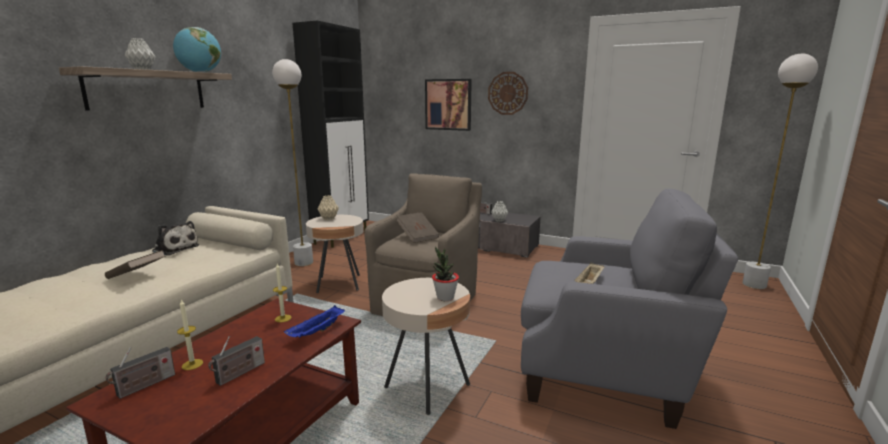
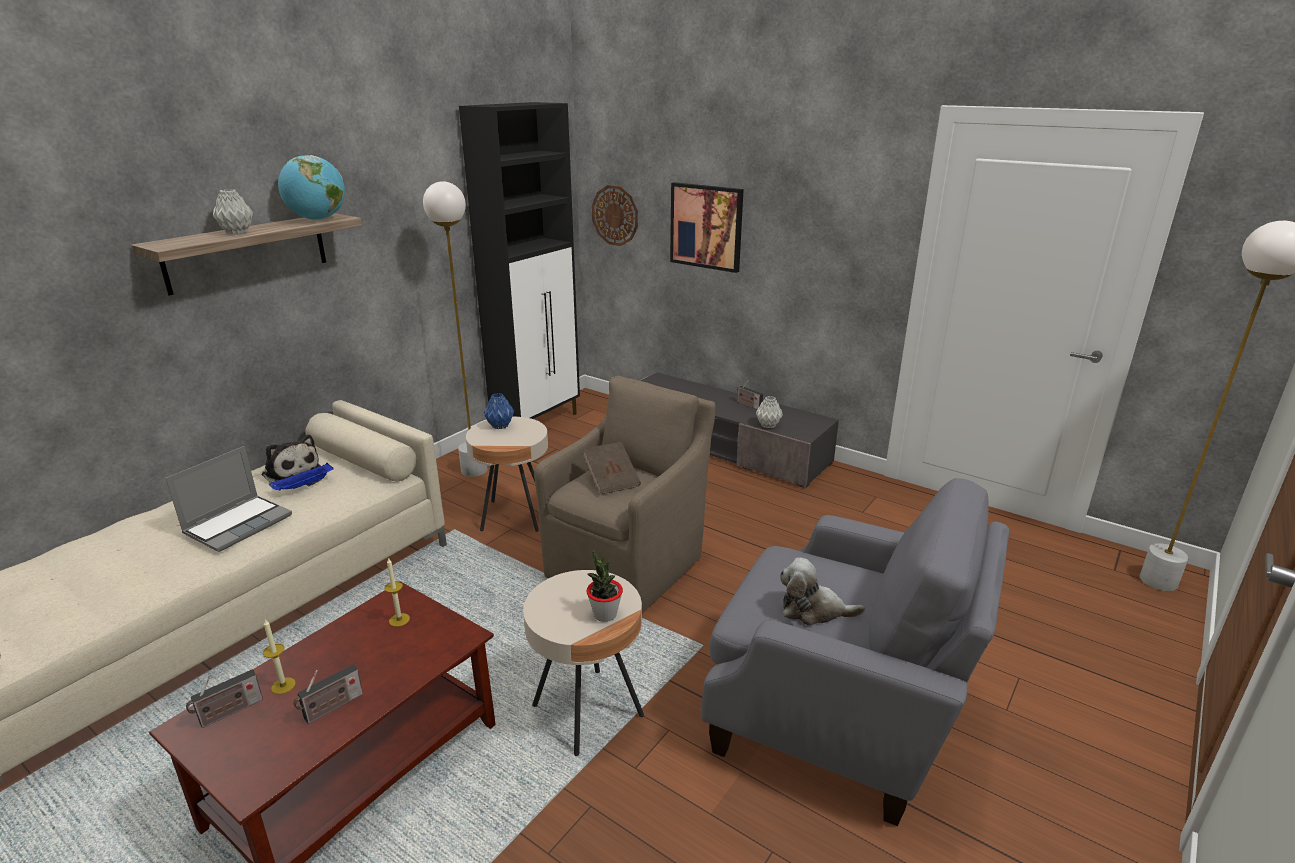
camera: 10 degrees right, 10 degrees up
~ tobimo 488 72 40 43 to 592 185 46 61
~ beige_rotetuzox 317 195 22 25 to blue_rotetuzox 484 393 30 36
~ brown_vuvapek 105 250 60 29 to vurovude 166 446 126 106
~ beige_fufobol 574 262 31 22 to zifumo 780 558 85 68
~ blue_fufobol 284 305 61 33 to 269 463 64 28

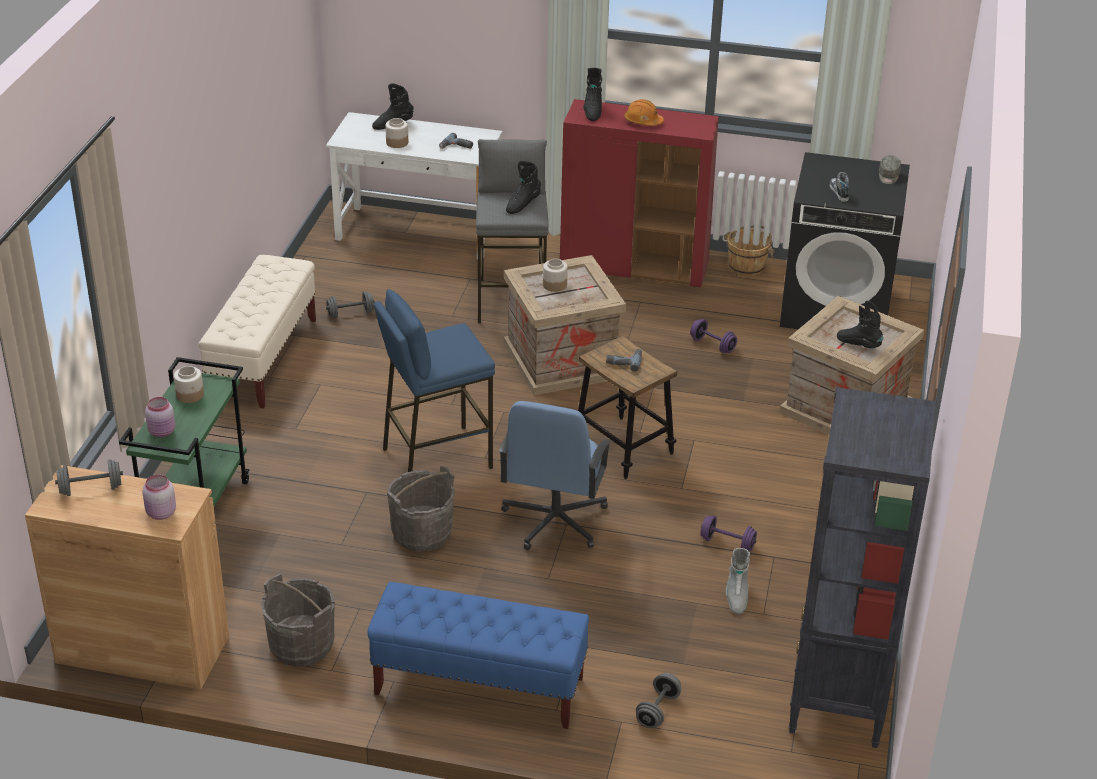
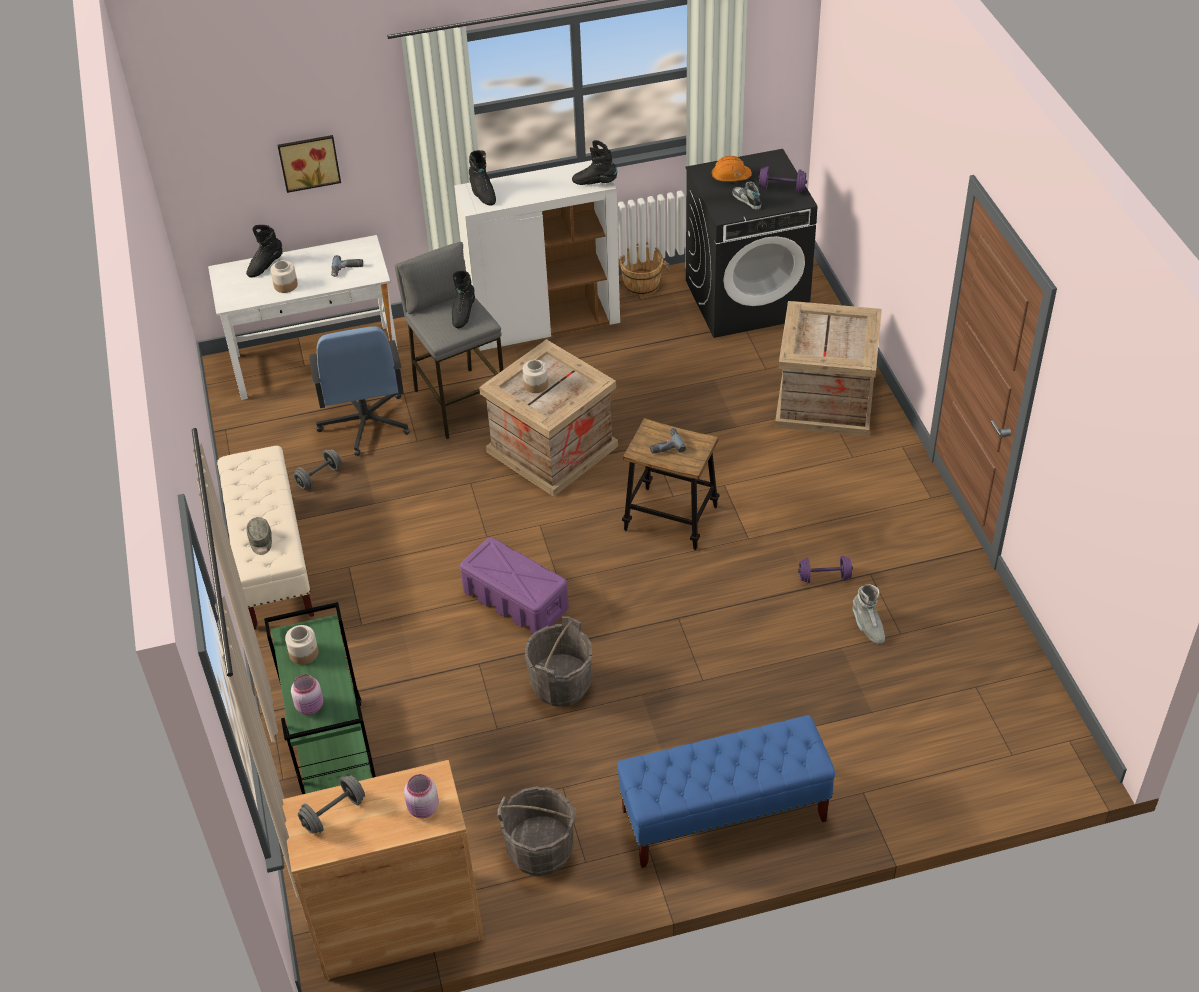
camera: 25 degrees left, 10 degrees up
~ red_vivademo 560 99 159 189 to white_vivademo 454 160 166 191
~ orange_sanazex 624 99 40 27 to 712 156 40 26
~ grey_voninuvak 879 155 22 29 to 247 517 25 38
~ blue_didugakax 374 289 121 183 to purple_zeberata 460 537 109 97
~ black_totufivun 837 301 46 47 to 572 140 46 45
~ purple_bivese 690 319 47 34 to 758 166 49 27
- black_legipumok 789 387 147 361
~ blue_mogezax 499 401 113 149 to 309 326 101 130
- grey_bivese 636 673 45 55
+ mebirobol 277 135 64 58

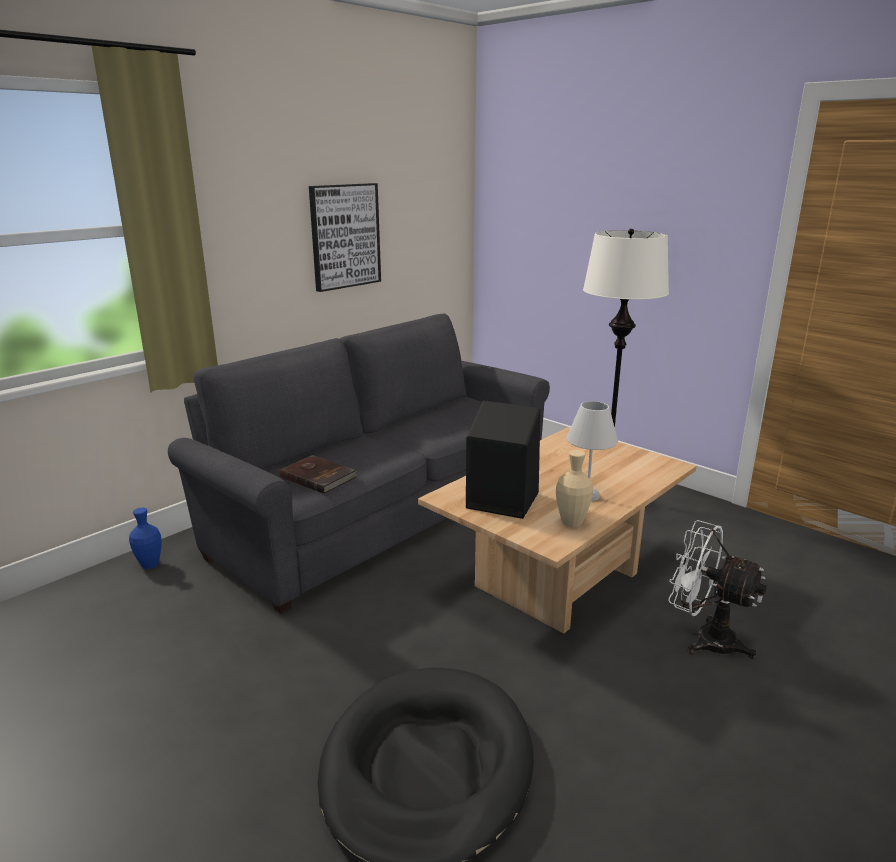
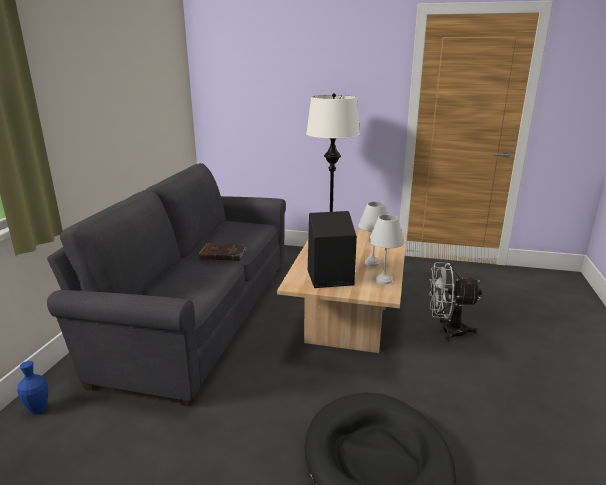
camera: 30 degrees left, 0 degrees up
- mebirobol 309 183 72 109
~ beige_rotetuzox 556 450 37 78 to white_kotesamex 369 214 35 70
~ brown_vuvapek 279 455 78 39 to 198 243 49 18

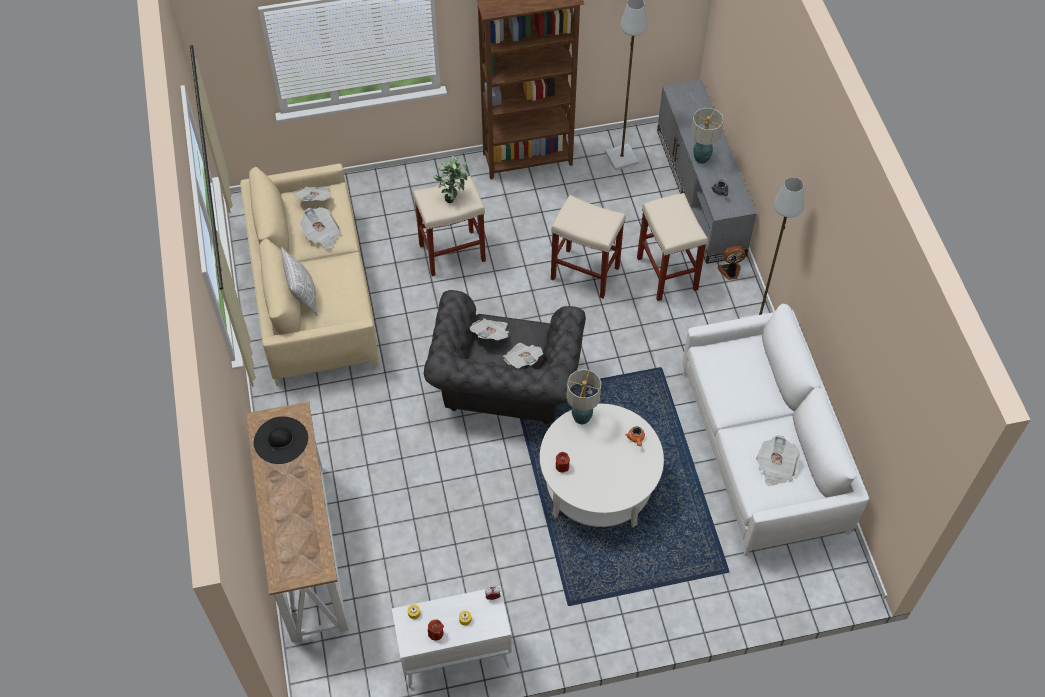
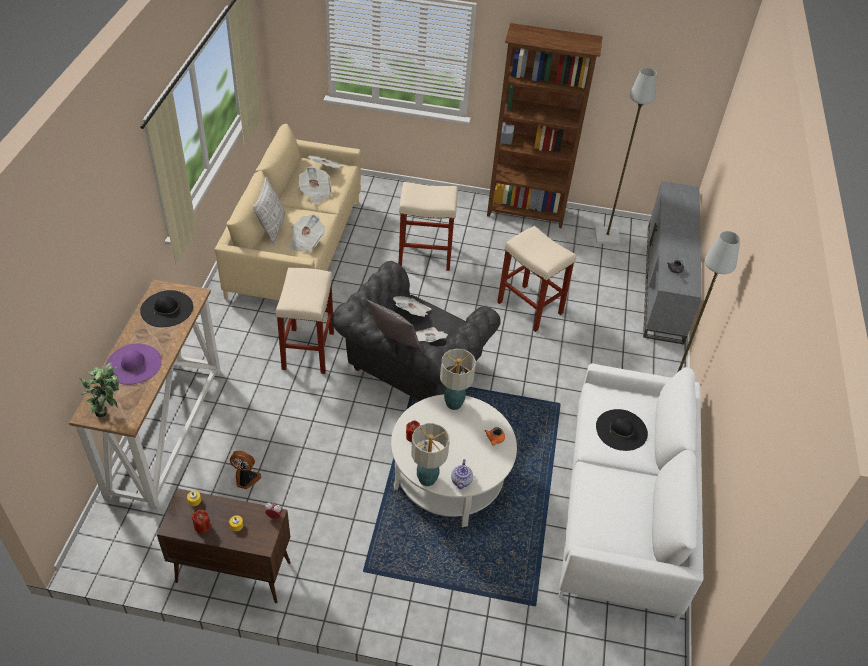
camera: 20 degrees right, 10 degrees down
~ kotesamex 691 108 33 56 to 411 423 39 63
~ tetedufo 433 155 37 48 to 80 362 39 55
~ beige_didugakax 637 193 71 108 to 276 268 58 106
~ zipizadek 718 246 28 34 to 230 451 31 38
~ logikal 756 435 44 51 to 290 215 35 37
~ white_vivademo 392 586 120 103 to brown_vivademo 157 488 134 115
+ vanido 366 299 56 52
+ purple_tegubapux 105 343 57 42
+ black_tegubapux 596 409 52 42
+ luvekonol 451 459 22 31

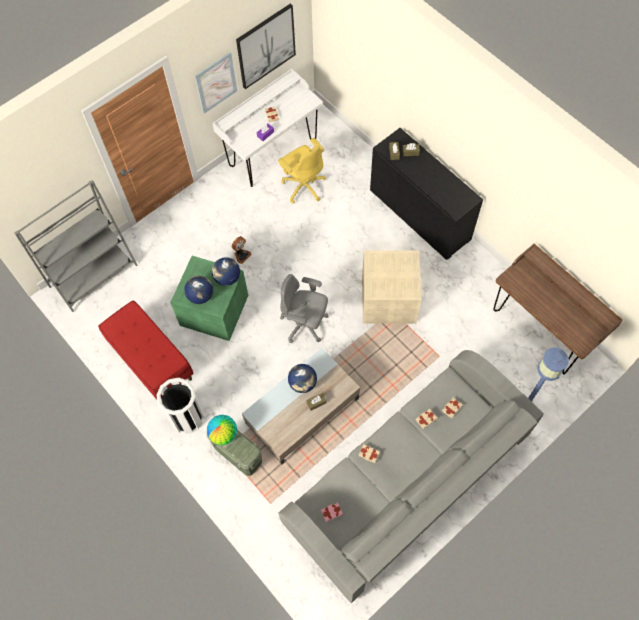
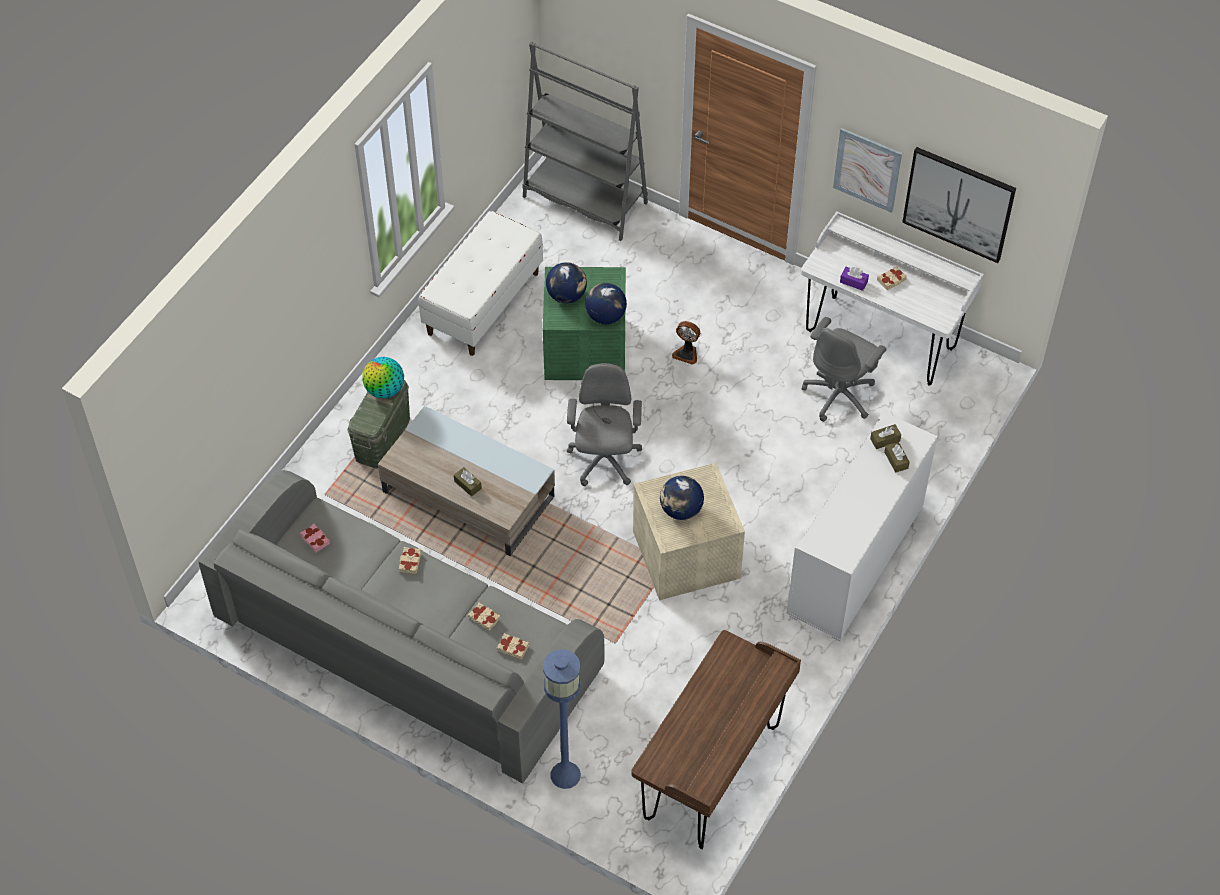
camera: 70 degrees right, 10 degrees down
~ black_vivademo 370 128 113 132 to white_vivademo 787 412 151 229
~ yellow_mogezax 278 138 48 66 to grey_mogezax 802 317 84 105
~ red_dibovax 98 300 96 100 to white_dibovax 419 211 124 145
~ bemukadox 288 364 29 29 to 660 476 44 44
- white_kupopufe 157 377 47 57

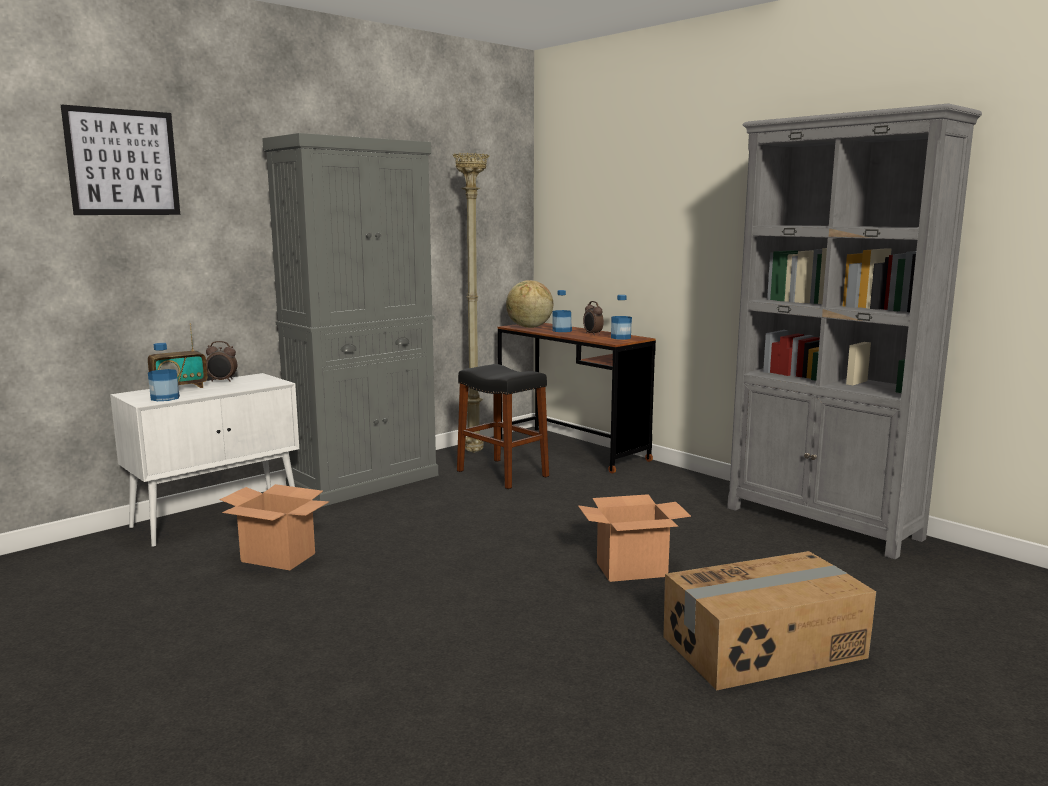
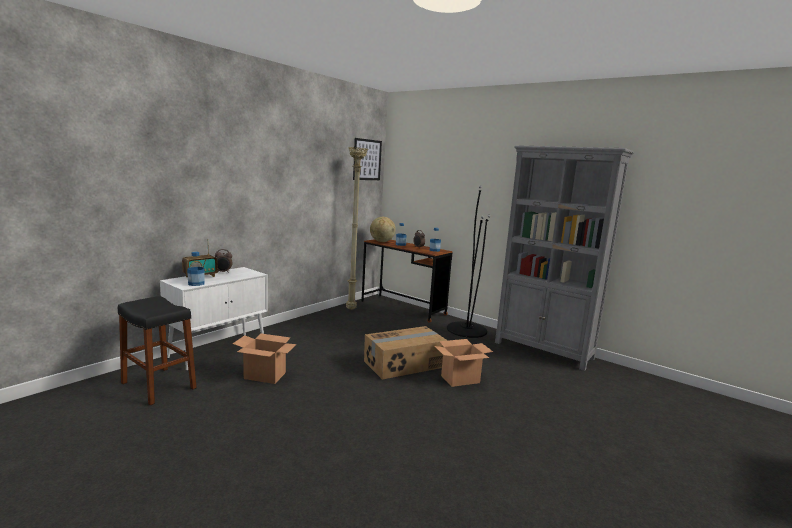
camera: 10 degrees left, 0 degrees up
~ mebirobol 61 104 119 111 to 353 138 29 42
- grey_vivademo 262 133 176 374
~ black_didugakax 457 364 92 125 to 118 296 79 110
~ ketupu 663 551 213 140 to 364 326 84 54
+ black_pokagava 447 185 43 153

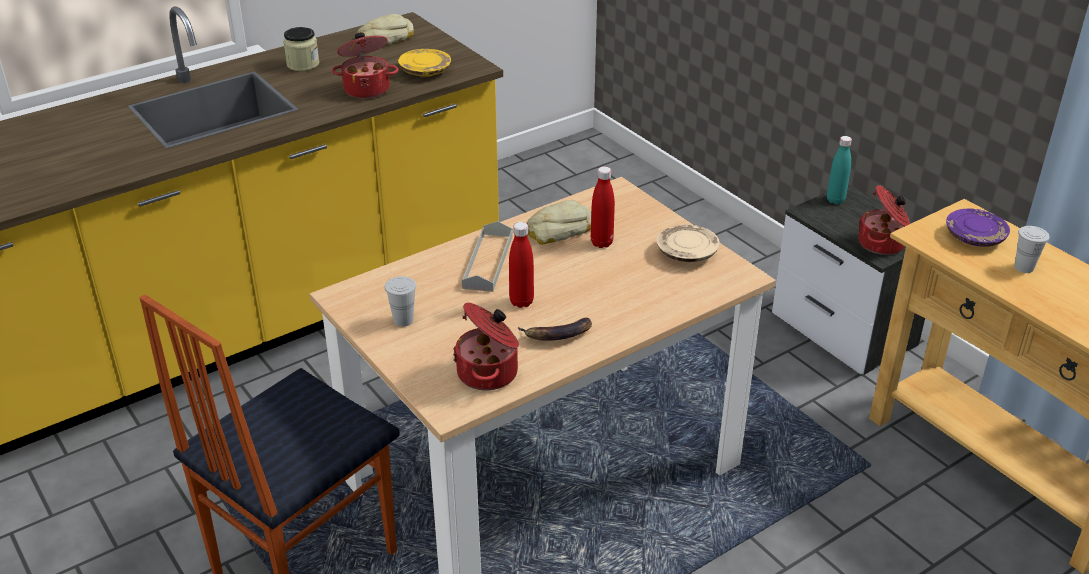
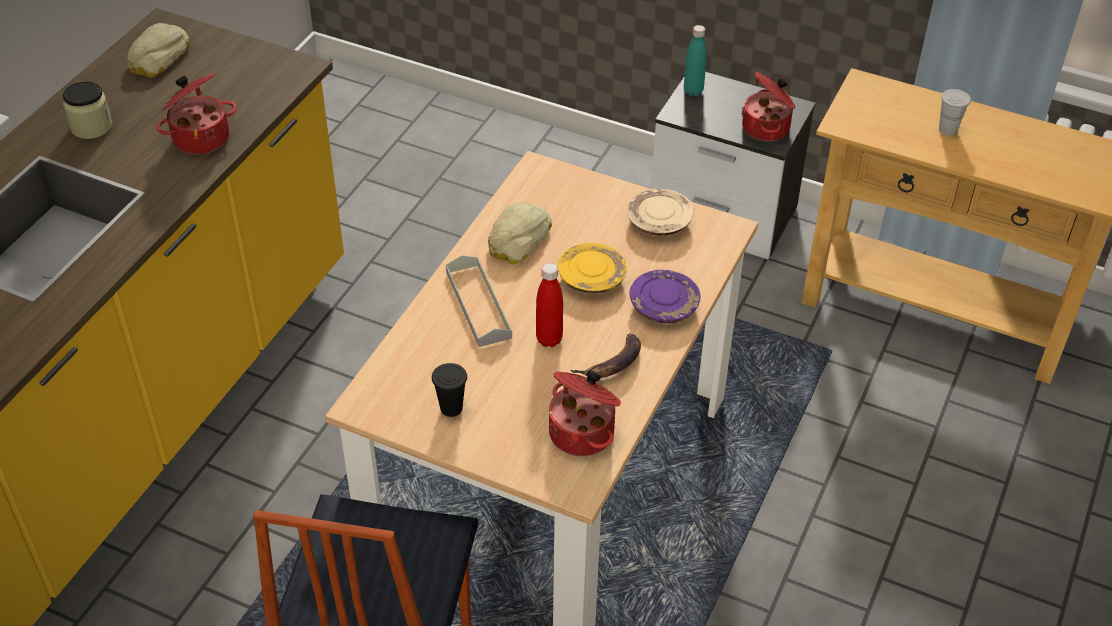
camera: 30 degrees left, 10 degrees up
~ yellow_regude 398 49 53 28 to 557 243 70 51
- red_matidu 591 166 24 82
~ purple_regude 946 209 64 38 to 630 270 70 53
~ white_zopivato 385 276 31 51 to black_zopivato 432 363 35 54

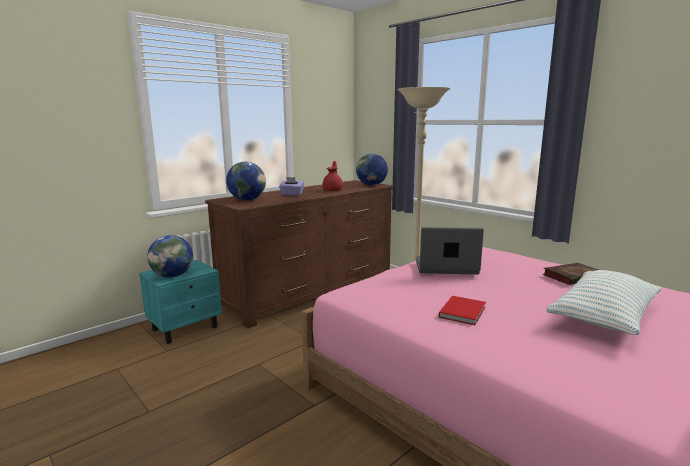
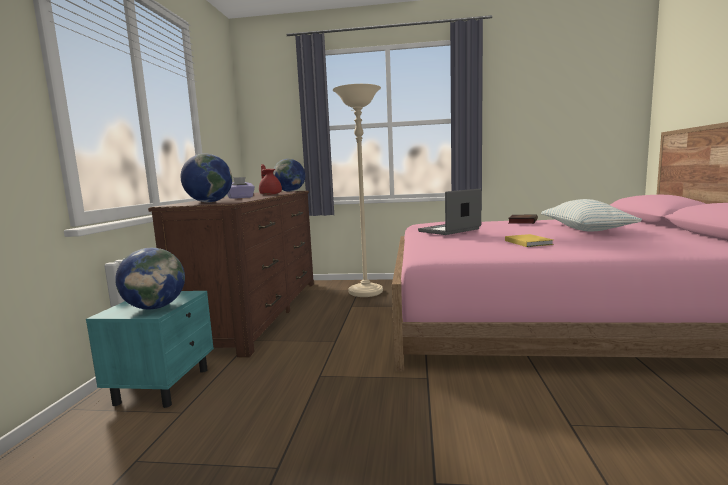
camera: 40 degrees left, 5 degrees down
~ red_vuvapek 439 296 47 29 to yellow_vuvapek 505 234 49 13

